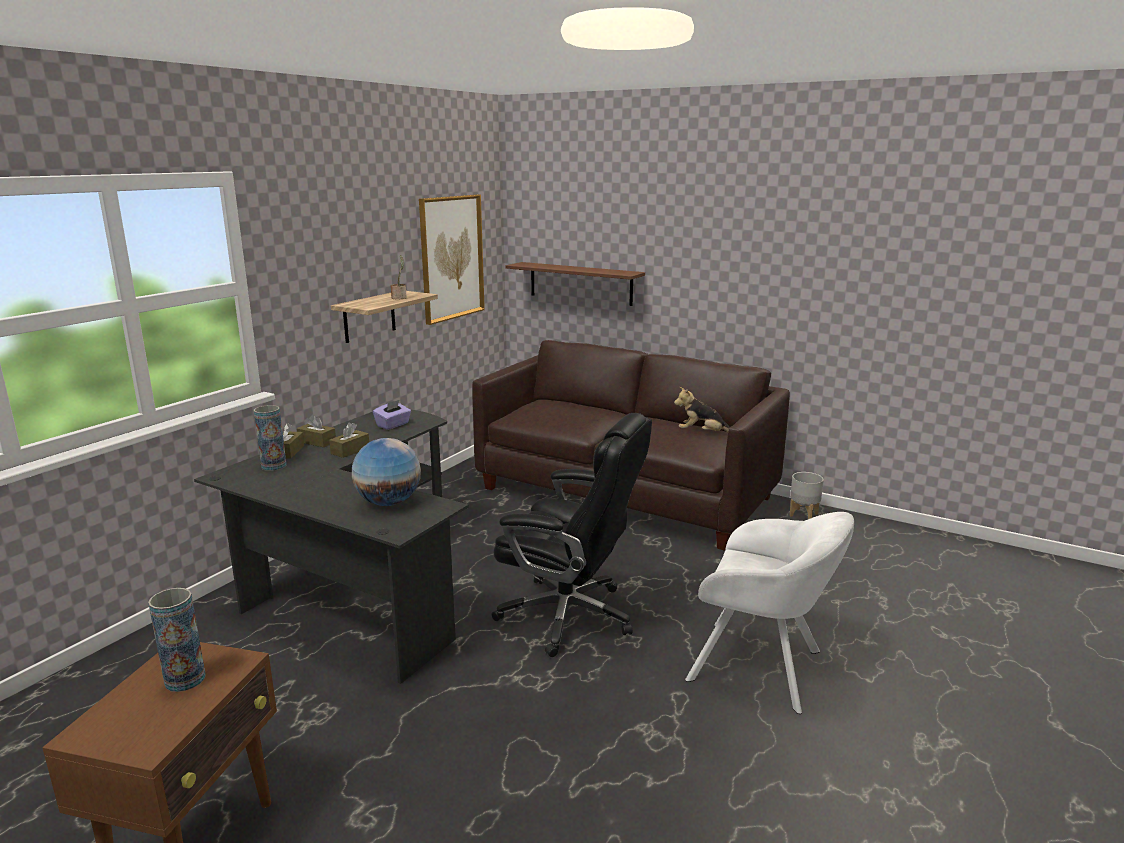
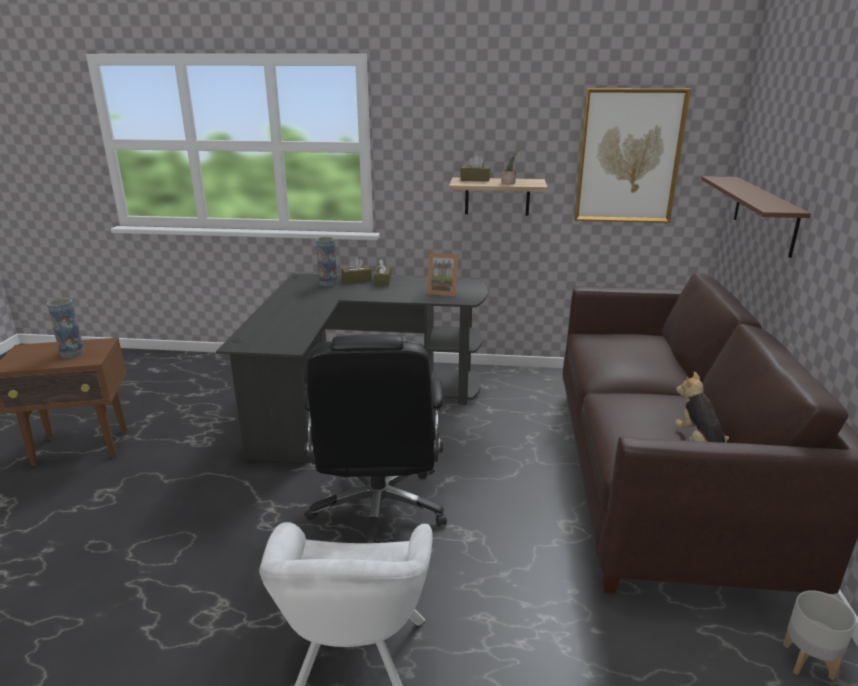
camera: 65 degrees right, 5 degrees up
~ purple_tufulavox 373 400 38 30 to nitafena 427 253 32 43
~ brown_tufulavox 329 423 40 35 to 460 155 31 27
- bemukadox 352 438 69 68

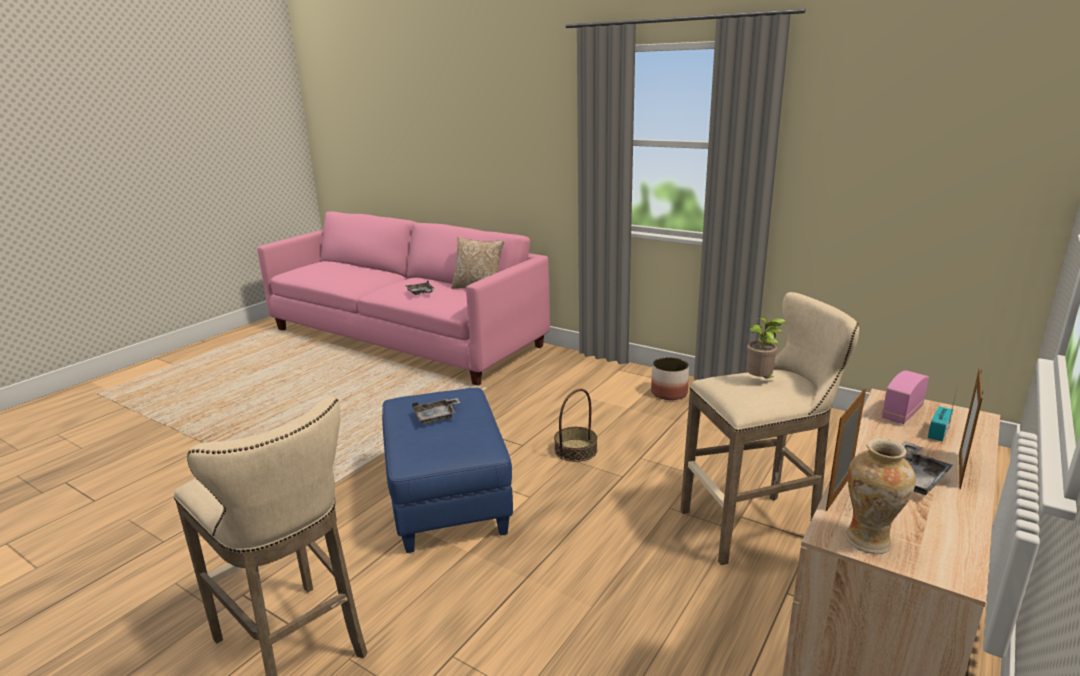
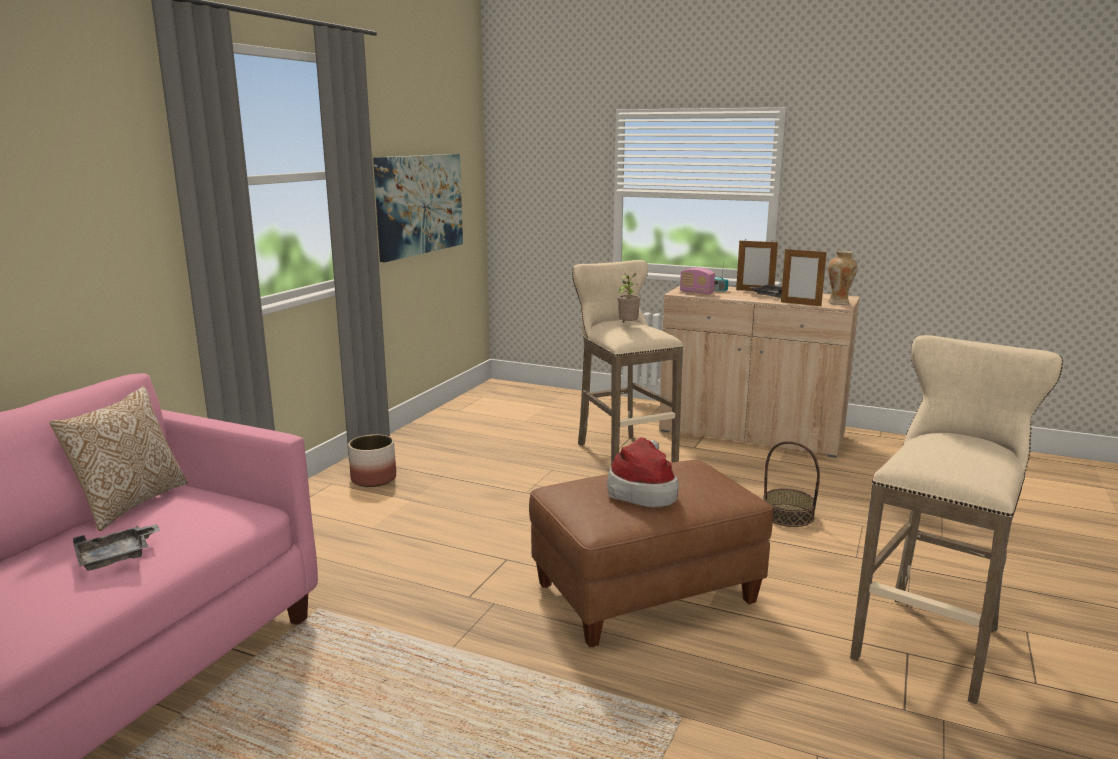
camera: 100 degrees left, 5 degrees down
~ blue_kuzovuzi 382 388 131 165 to brown_kuzovuzi 529 460 244 187
~ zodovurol 554 389 43 73 to 763 441 57 86
~ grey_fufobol 412 398 49 26 to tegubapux 607 437 72 70
+ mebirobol 373 154 90 108

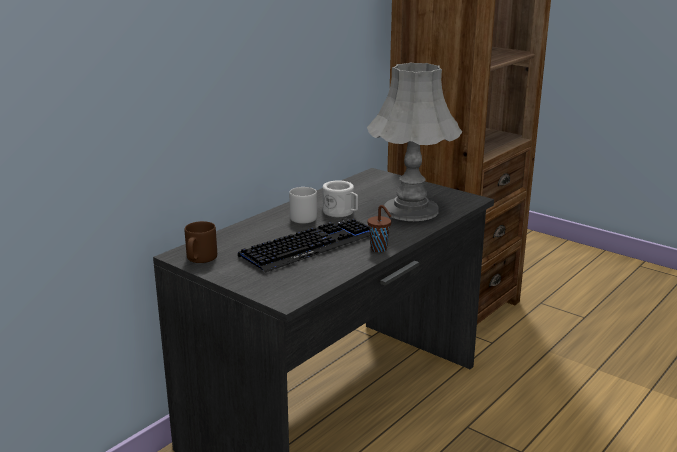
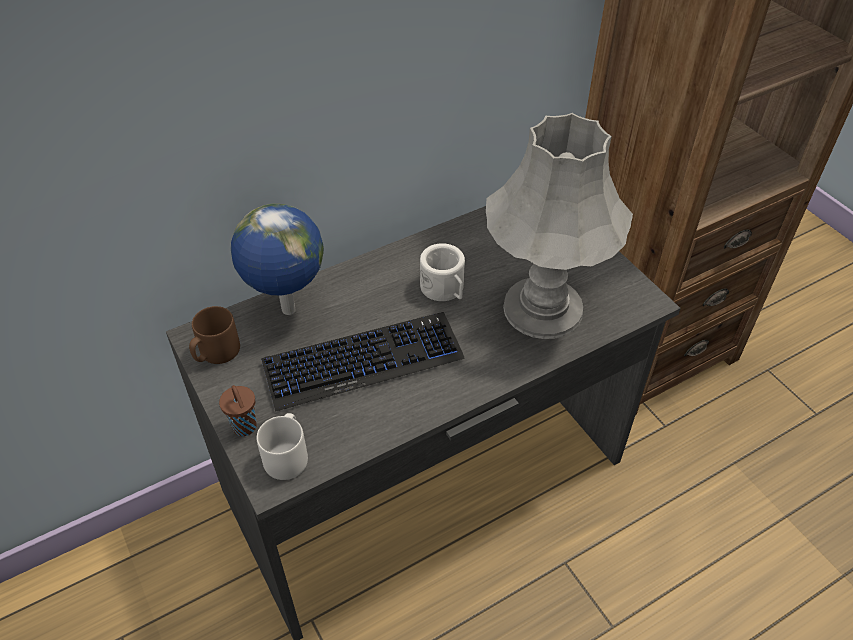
camera: 20 degrees right, 25 degrees up
~ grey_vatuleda 289 187 28 37 to 257 413 51 67
~ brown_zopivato 368 205 23 47 to 219 385 38 51
+ bemukadox 230 204 94 111

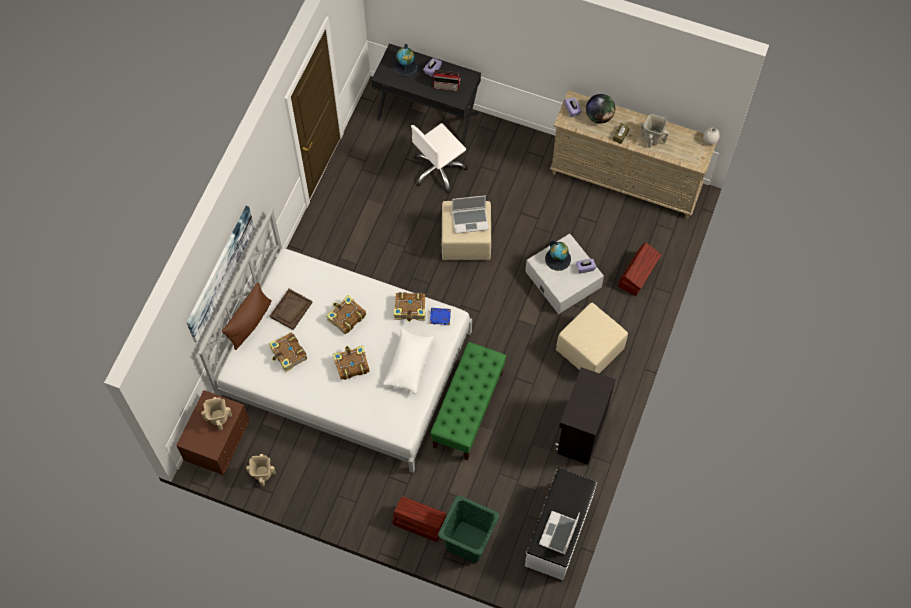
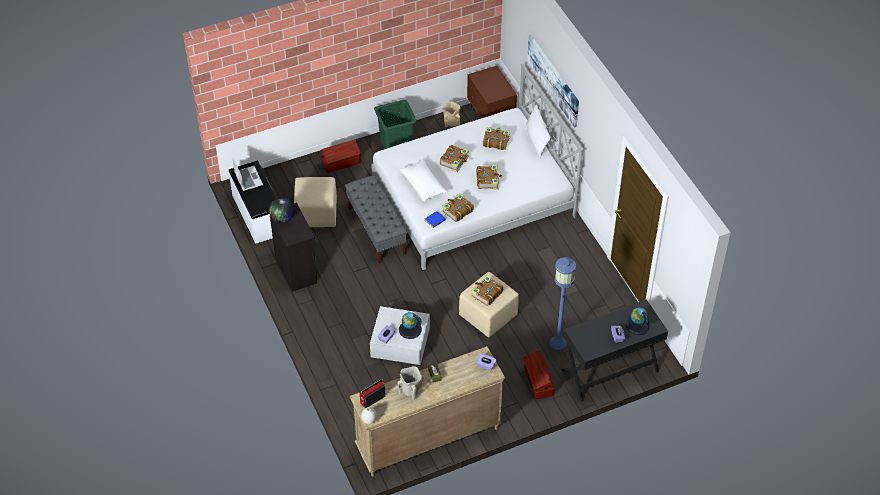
camera: 135 degrees right, 15 degrees down
~ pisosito 433 70 28 21 to 360 379 26 29
~ bemukadox 586 94 29 30 to 269 198 26 25
~ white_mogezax 411 123 57 70 to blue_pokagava 550 257 26 93
~ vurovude 452 195 37 39 to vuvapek 471 275 32 31
~ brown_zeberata 618 243 43 53 to 523 350 31 49
~ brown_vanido 222 282 50 68 to white_vanido 526 105 25 52
- brown_fufobol 270 289 43 41
~ beige_kuzovuzi 556 303 72 71 to 294 177 43 50
~ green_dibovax 430 342 76 118 to grey_dibovax 345 175 62 89
- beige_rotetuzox 201 397 31 33
~ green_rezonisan 438 496 61 67 to 374 100 43 49

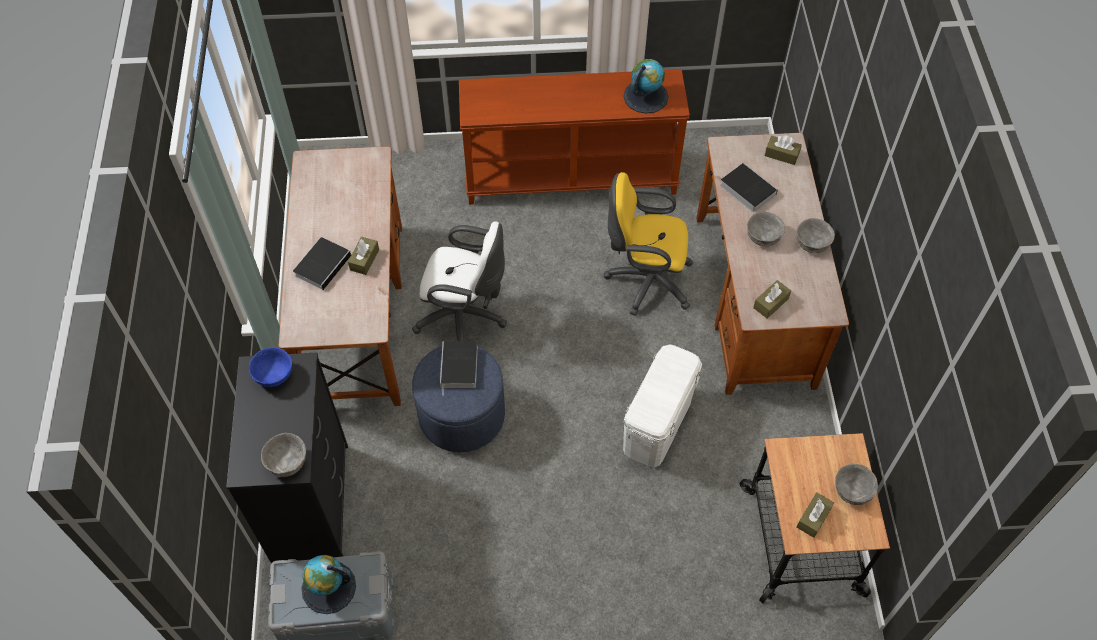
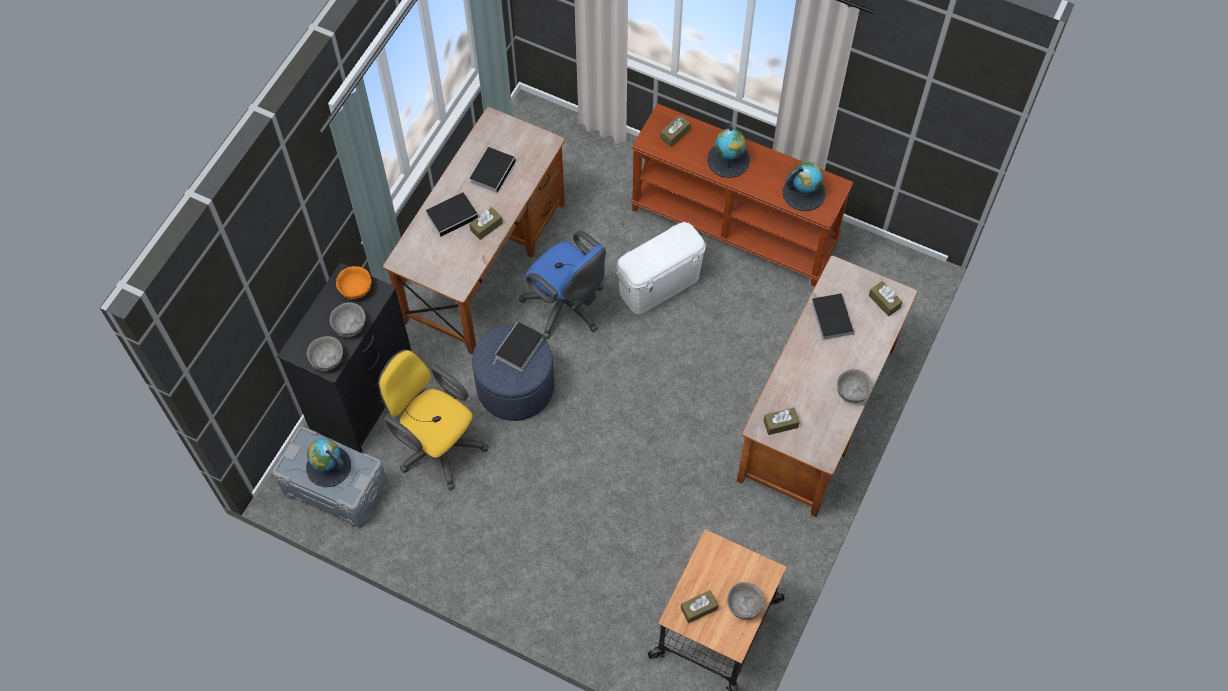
camera: 30 degrees right, 5 degrees up
~ yellow_mogezax 604 172 89 144 to 378 350 110 140
~ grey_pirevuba 747 212 38 35 to 330 302 36 35
~ white_mogezax 412 221 95 120 to blue_mogezax 519 231 87 108
~ white_zeberata 623 344 79 123 to 616 222 90 92
~ blue_pirevuba 249 347 43 40 to orange_pirevuba 336 266 35 33
+ brown_tufulavox 660 115 30 32
+ bemukadox 707 122 43 56
+ vuvapek 470 147 47 46

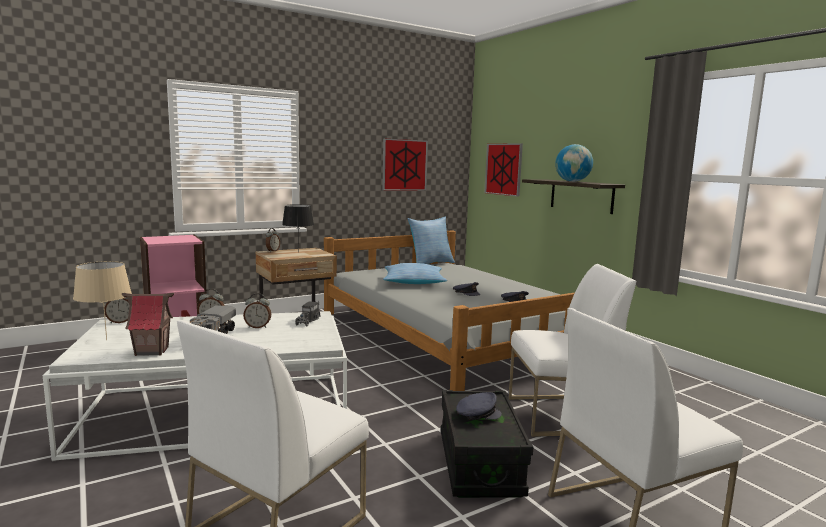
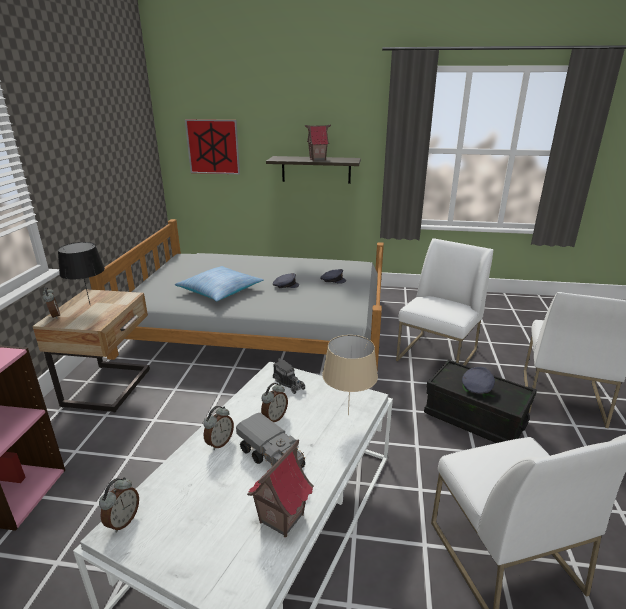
camera: 50 degrees left, 15 degrees up
- mebirobol 382 139 46 52
~ bemukadox 555 144 38 38 to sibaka 305 125 26 36
- vanido 407 216 48 48
~ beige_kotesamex 73 261 59 79 to 322 335 56 81

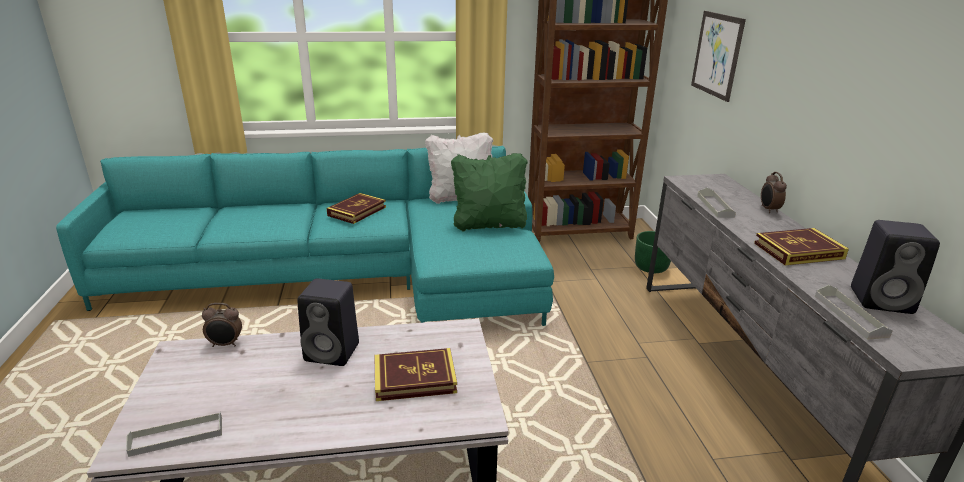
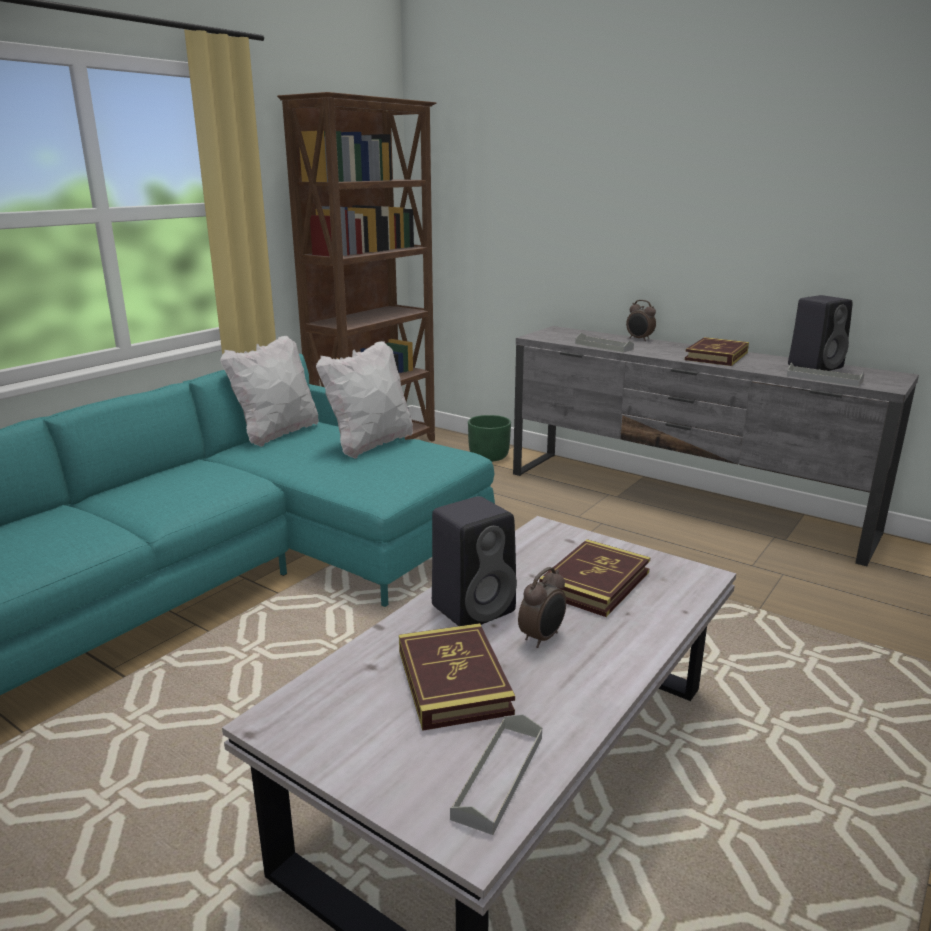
camera: 45 degrees left, 5 degrees down
- mebirobol 691 11 55 91
~ green_vanido 451 153 77 79 to white_vanido 316 341 97 118
~ vuvapek 327 193 59 31 to 399 623 116 108
~ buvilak 202 303 40 44 to 518 567 48 81

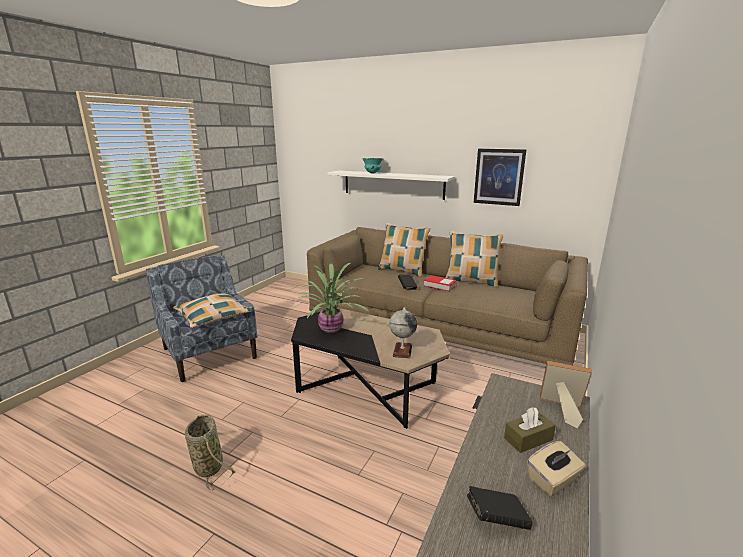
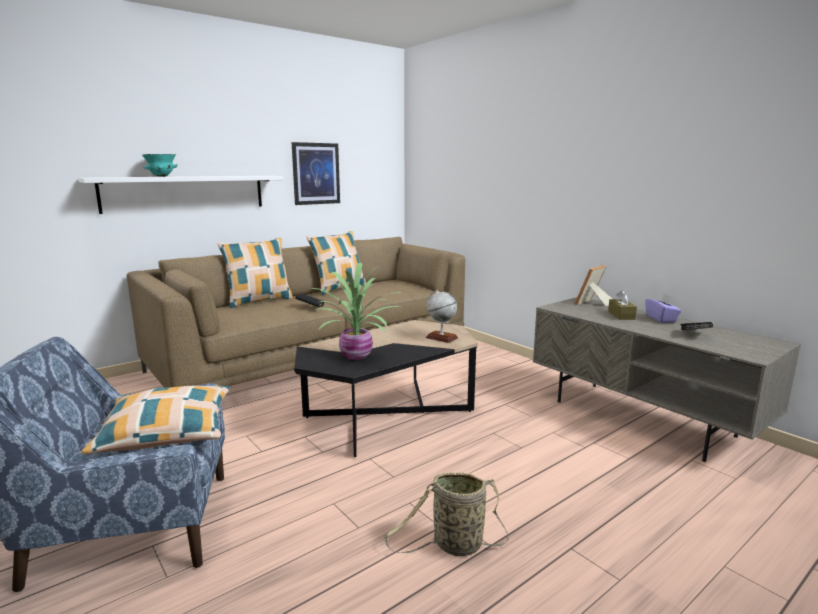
camera: 65 degrees left, 5 degrees down
- vuvapek 424 275 33 16
~ beige_tufulavox 527 441 59 55 to purple_tufulavox 645 293 37 30

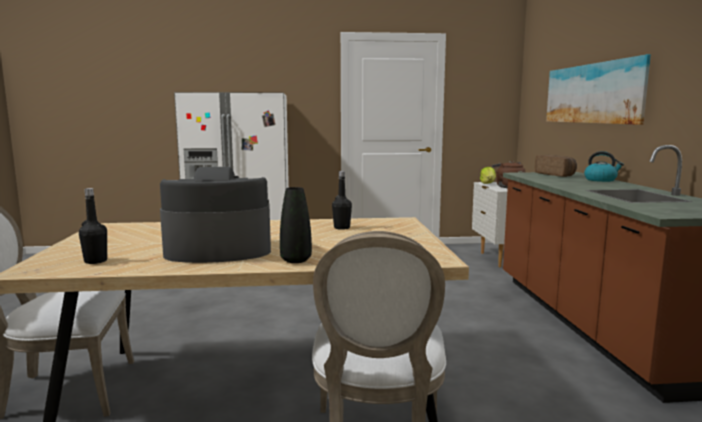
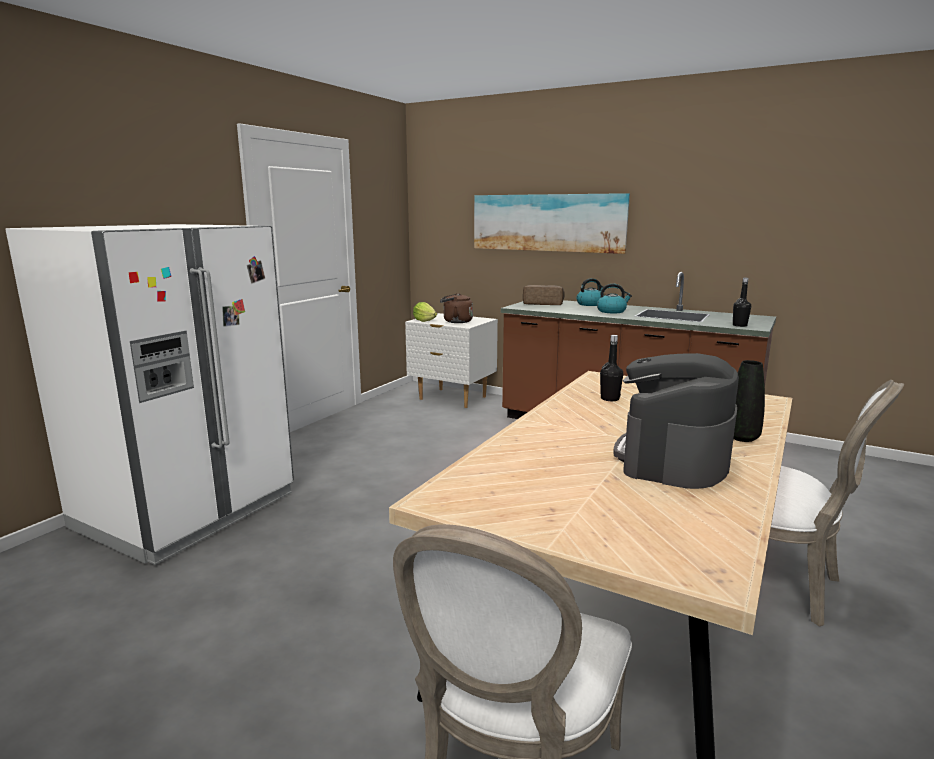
camera: 55 degrees left, 5 degrees up
~ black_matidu 79 188 28 76 to 733 278 18 49
+ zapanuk 597 284 35 29

